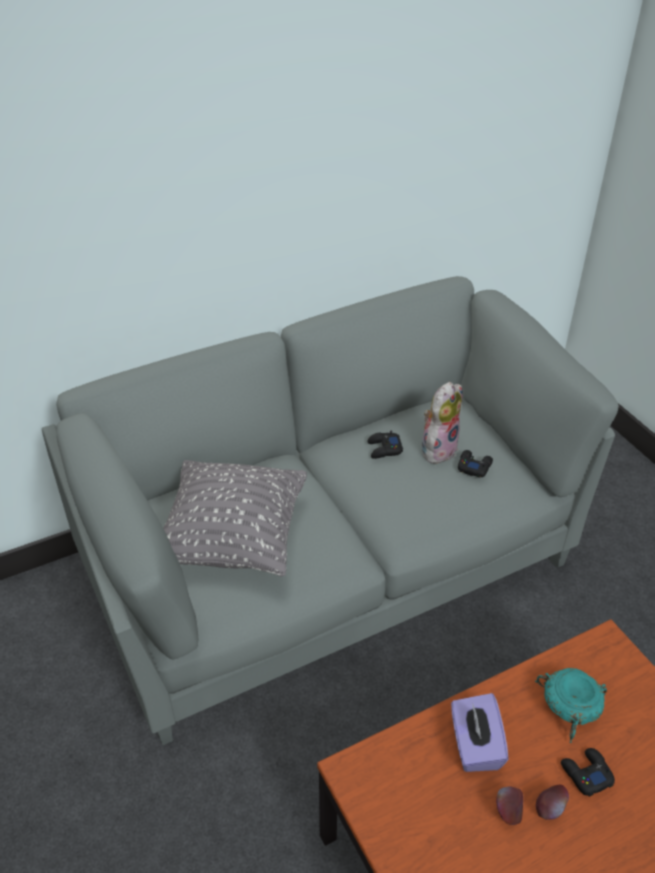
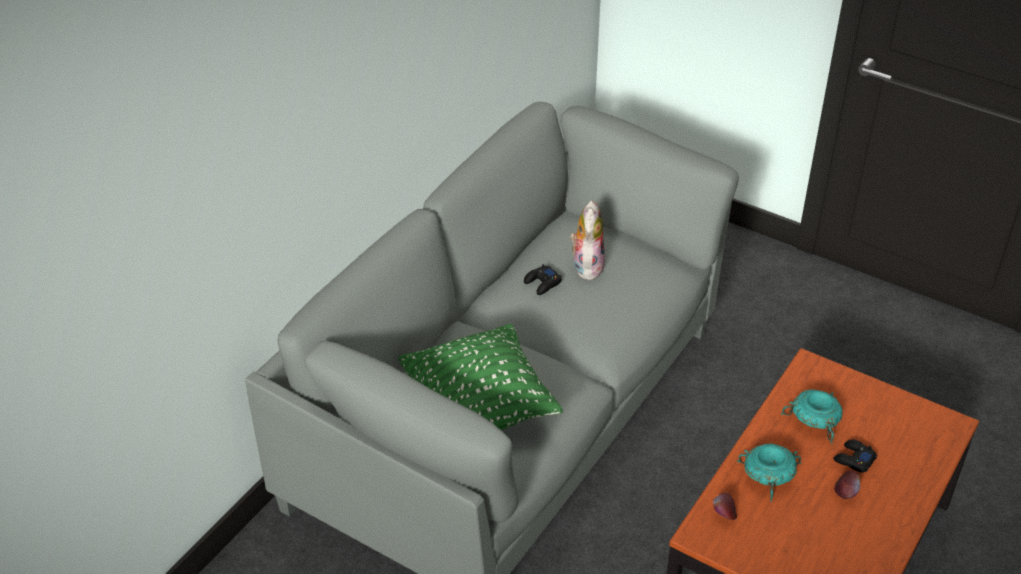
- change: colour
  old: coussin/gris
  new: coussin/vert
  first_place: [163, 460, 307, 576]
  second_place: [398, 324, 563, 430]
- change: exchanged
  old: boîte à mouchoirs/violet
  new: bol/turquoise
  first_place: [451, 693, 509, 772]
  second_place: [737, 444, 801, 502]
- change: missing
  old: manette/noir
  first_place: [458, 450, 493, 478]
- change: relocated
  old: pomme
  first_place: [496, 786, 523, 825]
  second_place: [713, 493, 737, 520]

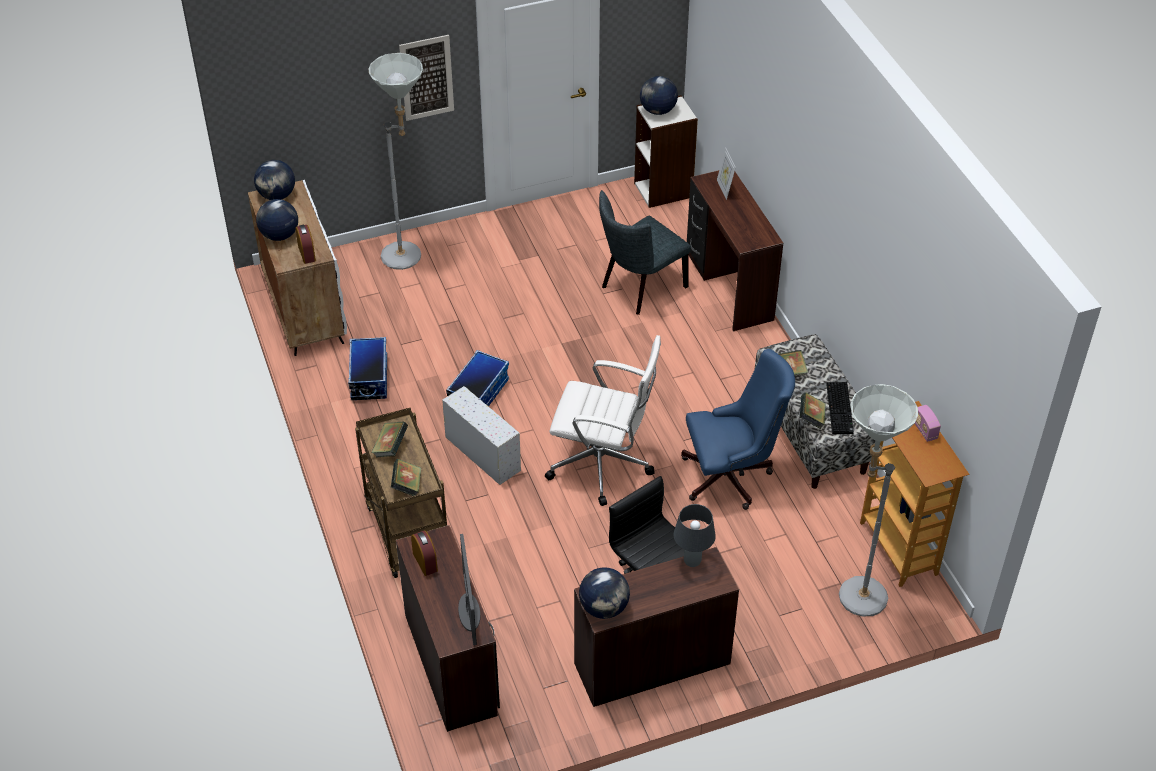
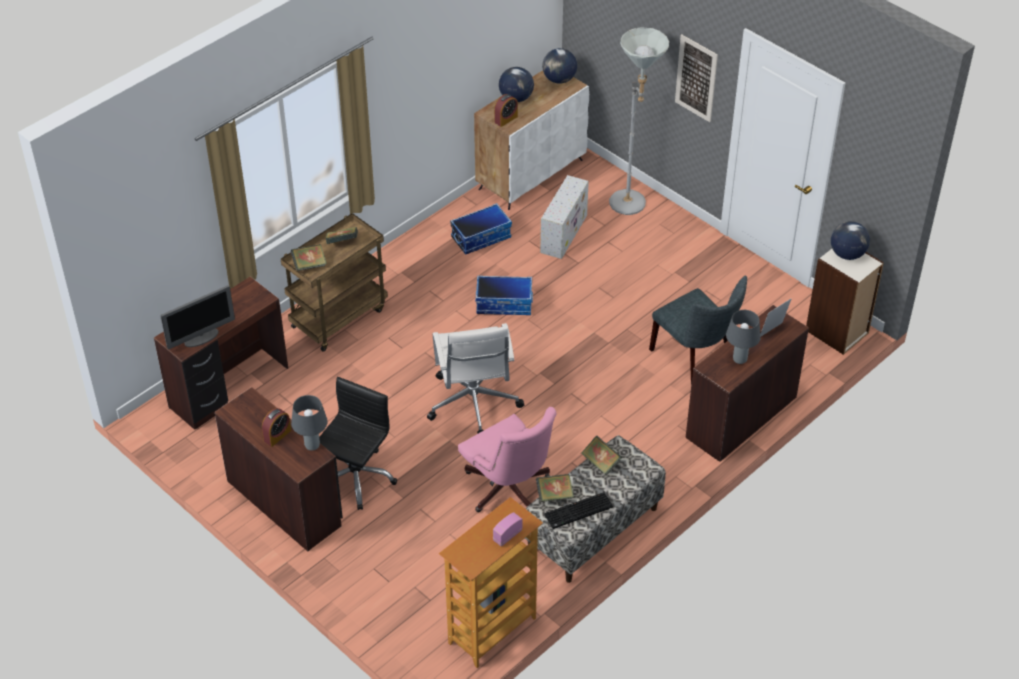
- change: relocated
  old: réveil
  first_place: [411, 530, 438, 576]
  second_place: [262, 408, 291, 447]
- change: relocated
  old: boîte de rangement/blanc
  first_place: [442, 386, 521, 485]
  second_place: [540, 175, 589, 259]
- change: missing
  old: globe
  first_place: [579, 567, 630, 619]
- change: spun
  old: chaise/gris
  first_place: [599, 190, 691, 315]
  second_place: [649, 276, 747, 384]
  degrees: -150
- change: colour
  old: chaise de bureau/bleu
  new: chaise de bureau/rose
  first_place: [681, 349, 795, 510]
  second_place: [458, 407, 557, 512]
- change: missing
  old: lampadaire/gris
  first_place: [839, 384, 918, 616]
- change: appeared
  new: lampe de table/gris
  second_place: [726, 310, 761, 364]

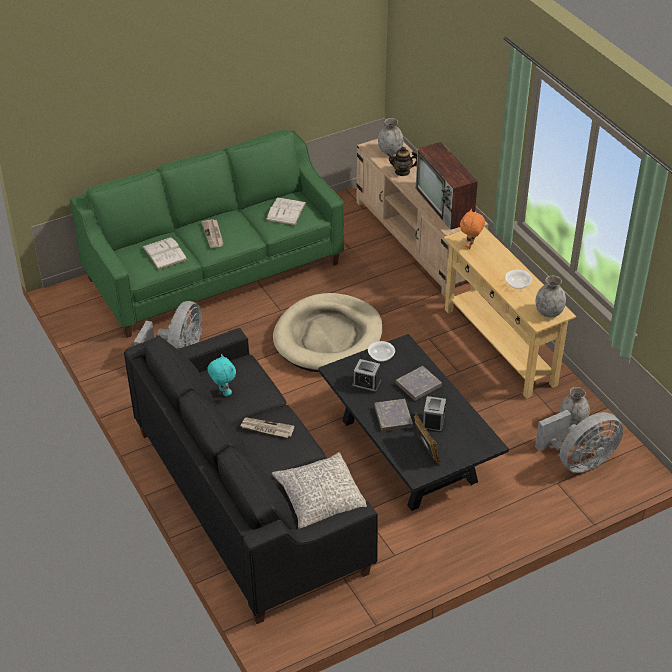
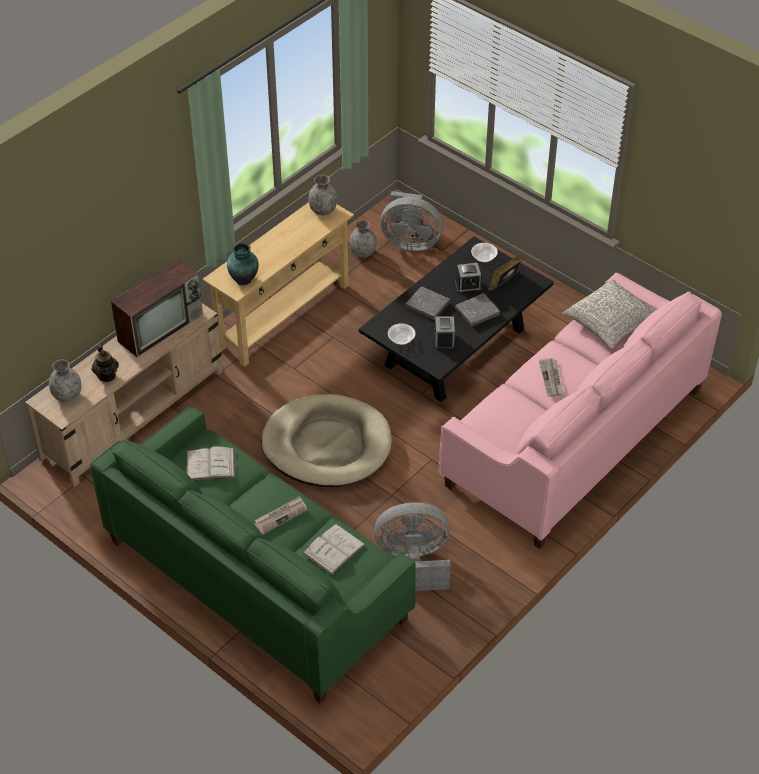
- change: colour
  old: canapé/noir
  new: canapé/rose
  first_place: [124, 328, 378, 624]
  second_place: [438, 273, 722, 549]
- change: missing
  old: peluche/turquoise
  first_place: [207, 354, 236, 396]
- change: exchanged
  old: peluche/orange
  new: vase
  first_place: [460, 209, 485, 249]
  second_place: [227, 243, 259, 285]
- change: relocated
  old: bol
  first_place: [505, 269, 532, 289]
  second_place: [471, 243, 498, 262]
- change: spun
  old: ventilateur/gris
  first_place: [535, 410, 623, 473]
  second_place: [381, 191, 443, 251]
  degrees: 150

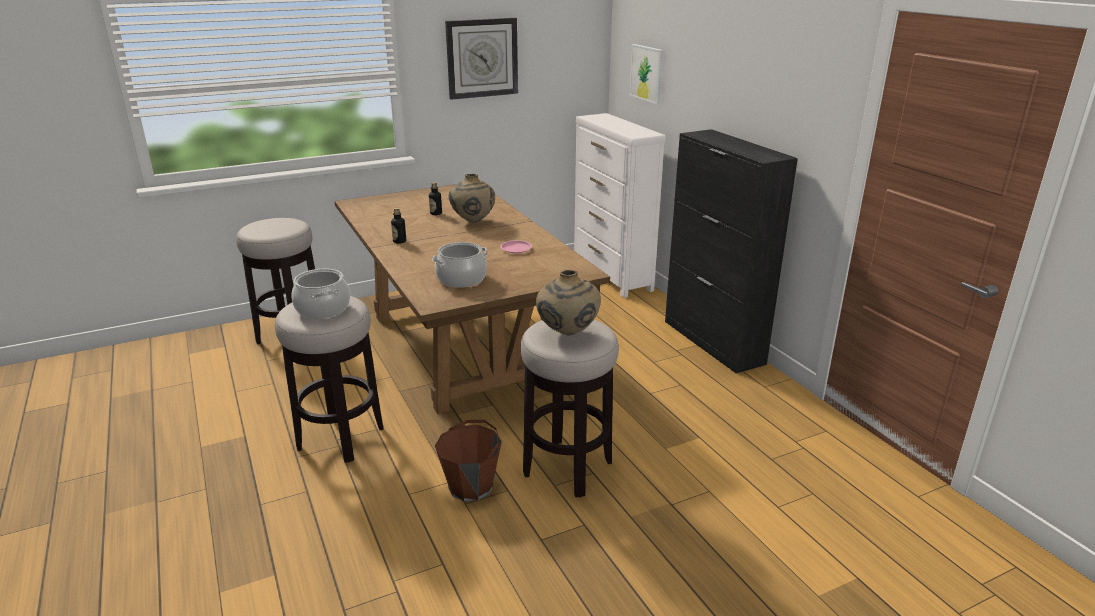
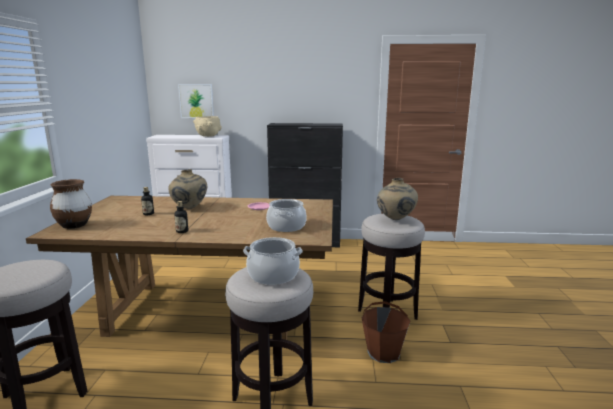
- change: missing
  old: horloge murale
  first_place: [445, 18, 518, 100]
- change: appeared
  new: vase/marron
  second_place: [50, 179, 92, 229]
- change: appeared
  new: bol/beige
  second_place: [193, 116, 222, 137]

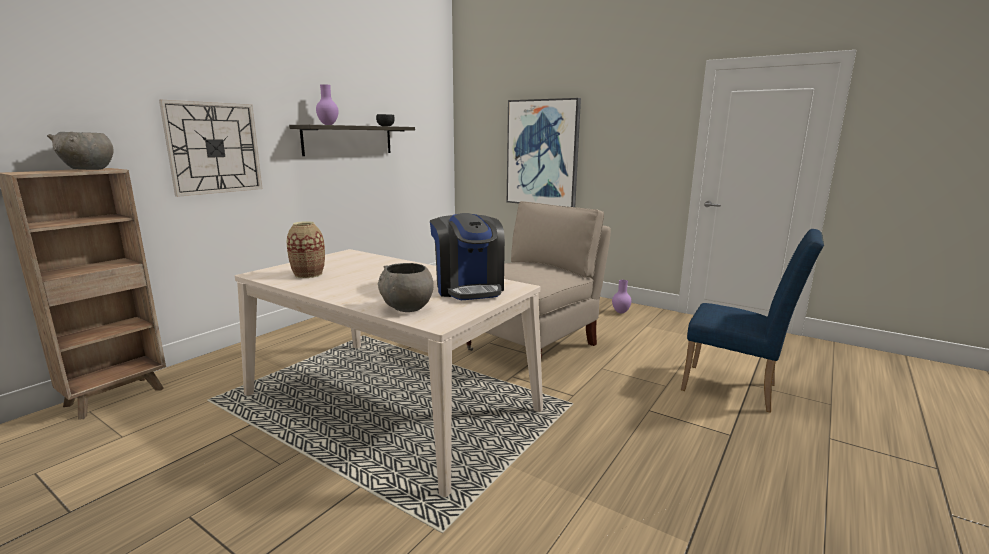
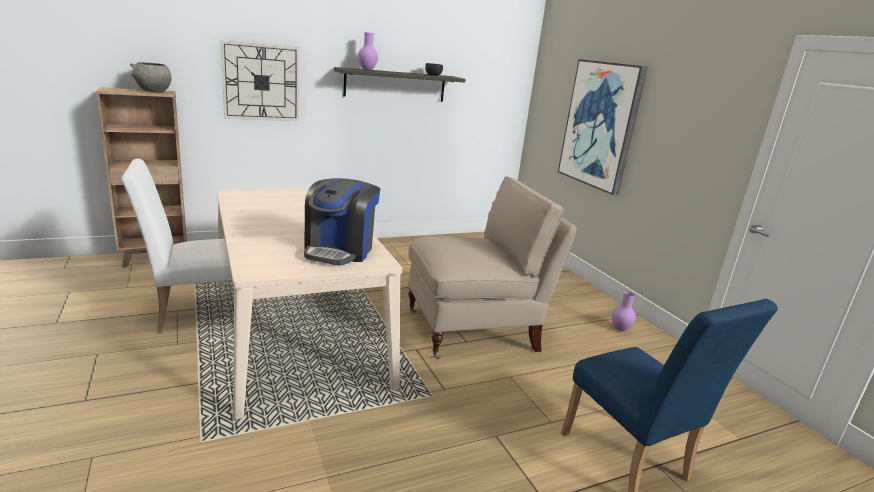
- change: missing
  old: vase
  first_place: [287, 221, 325, 278]
- change: missing
  old: bol/gris
  first_place: [378, 263, 434, 312]
- change: appeared
  new: chaise/blanc
  second_place: [121, 159, 234, 333]

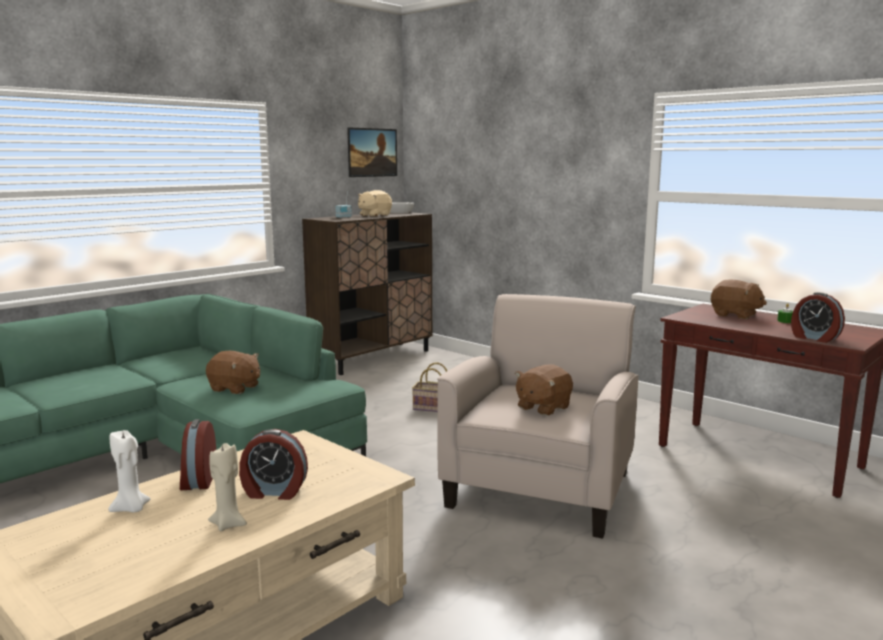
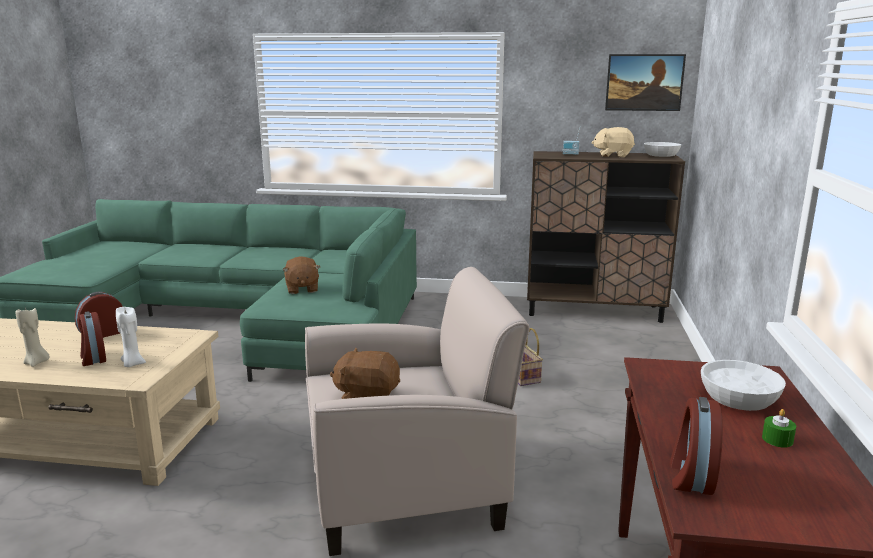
- change: relocated
  old: bougie/blanc
  first_place: [109, 430, 151, 512]
  second_place: [116, 307, 146, 367]
- change: exchanged
  old: peluche/marron
  new: bol/blanc
  first_place: [711, 280, 767, 319]
  second_place: [701, 360, 786, 411]

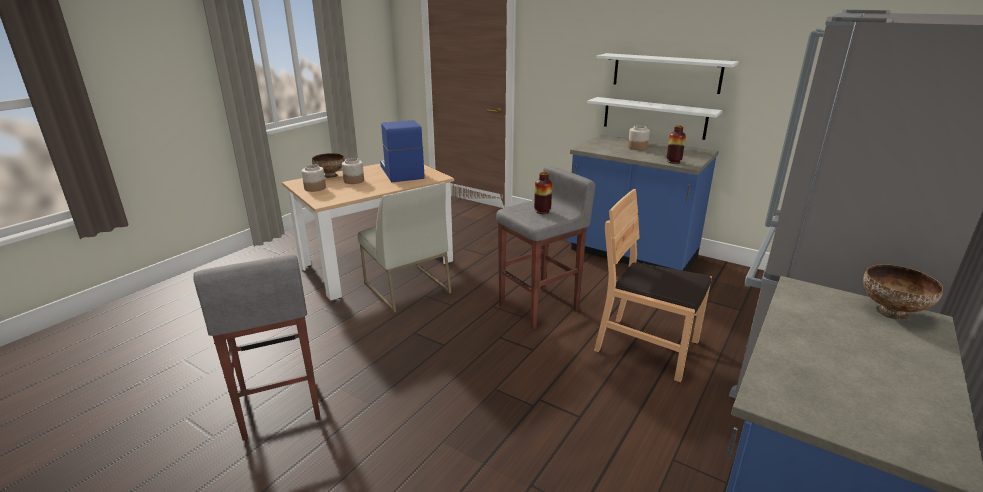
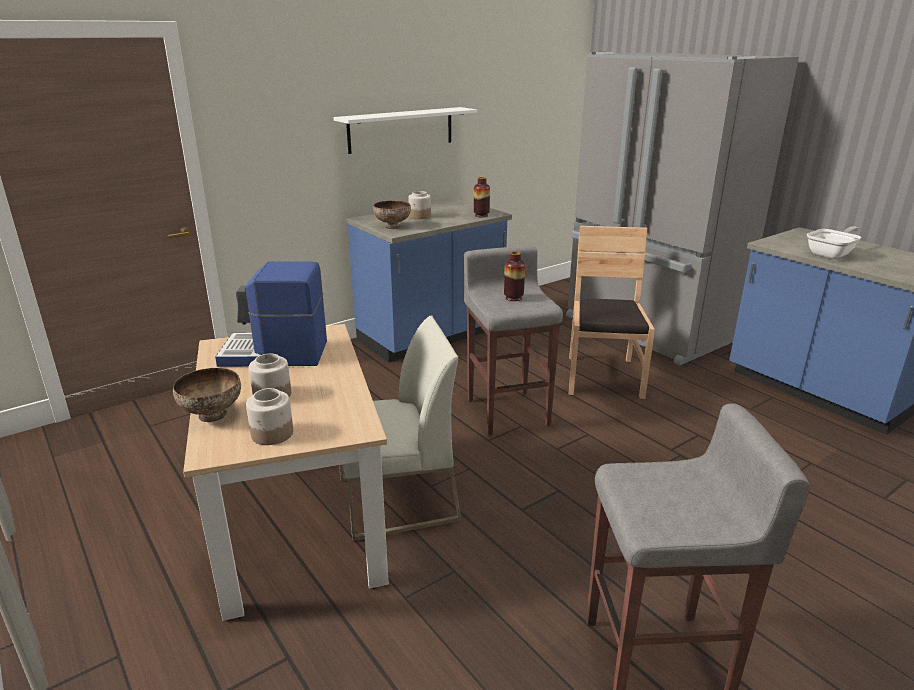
- change: missing
  old: étagère/blanc
  first_place: [587, 97, 723, 140]
- change: spun
  old: chaise/marron
  first_place: [594, 189, 712, 382]
  second_place: [569, 226, 655, 399]
  degrees: 135
- change: relocated
  old: bol
  first_place: [863, 264, 943, 320]
  second_place: [373, 200, 411, 229]
- change: appeared
  new: poêle
  second_place: [807, 226, 861, 259]

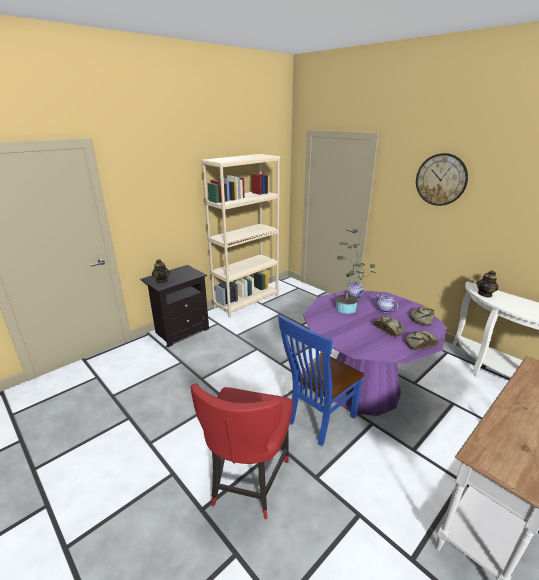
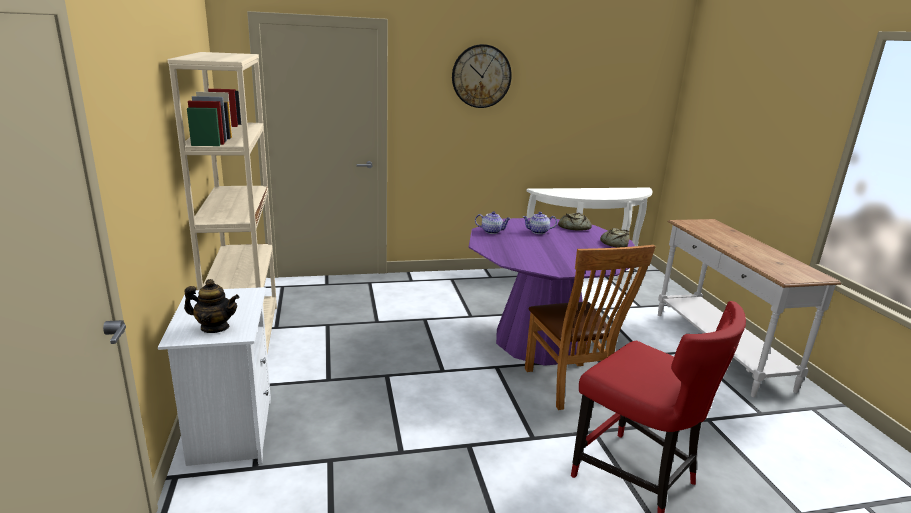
- change: colour
  old: table de chevet/noir
  new: table de chevet/blanc
  first_place: [140, 265, 209, 347]
  second_place: [158, 287, 271, 466]
- change: colour
  old: chaise/bleu
  new: chaise/marron
  first_place: [278, 315, 364, 446]
  second_place: [525, 245, 656, 410]
- change: missing
  old: plante en pot
  first_place: [335, 242, 376, 314]
- change: missing
  old: pain
  first_place: [373, 317, 404, 337]
- change: missing
  old: théière
  first_place: [477, 270, 499, 297]

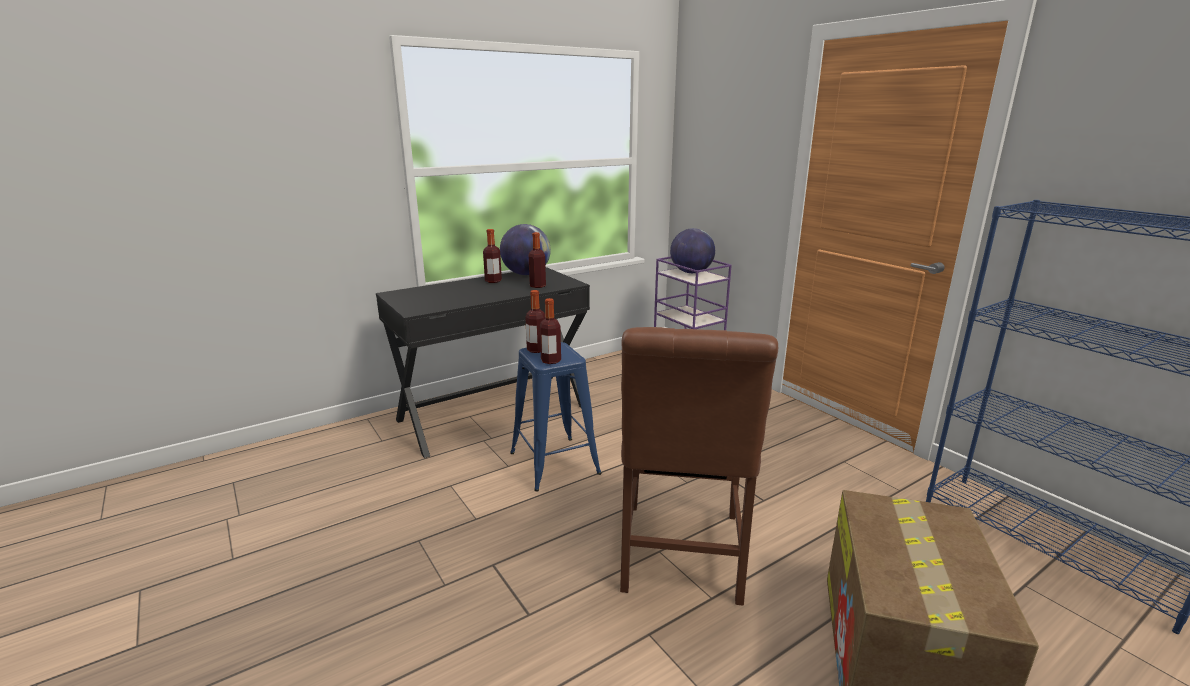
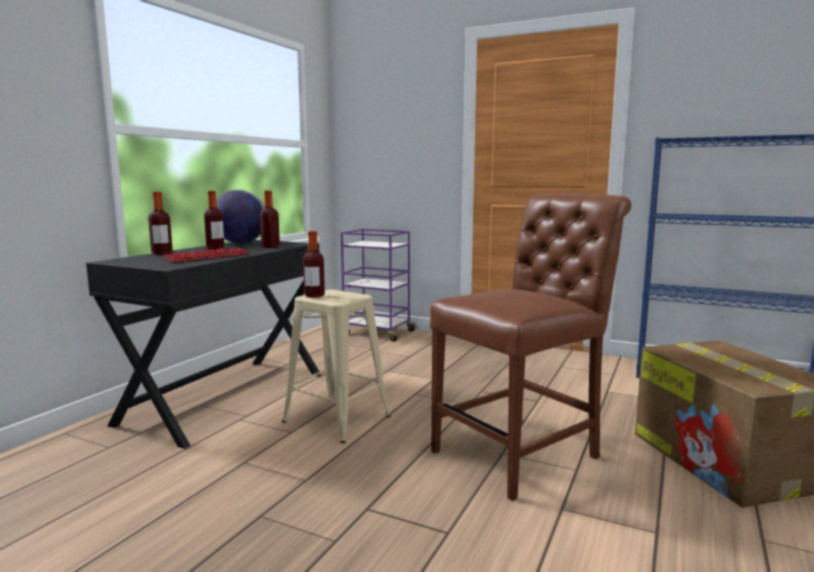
- change: colour
  old: tabouret/bleu
  new: tabouret/beige
  first_place: [510, 342, 602, 492]
  second_place: [282, 289, 391, 443]
- change: relocated
  old: bouteille
  first_place: [540, 298, 561, 364]
  second_place: [148, 192, 173, 254]
- change: spun
  old: chaise/marron
  first_place: [620, 327, 778, 605]
  second_place: [430, 193, 632, 501]
  degrees: -105
- change: missing
  old: globe
  first_place: [670, 228, 715, 273]
- change: appeared
  new: clavier
  second_place: [162, 248, 249, 263]

